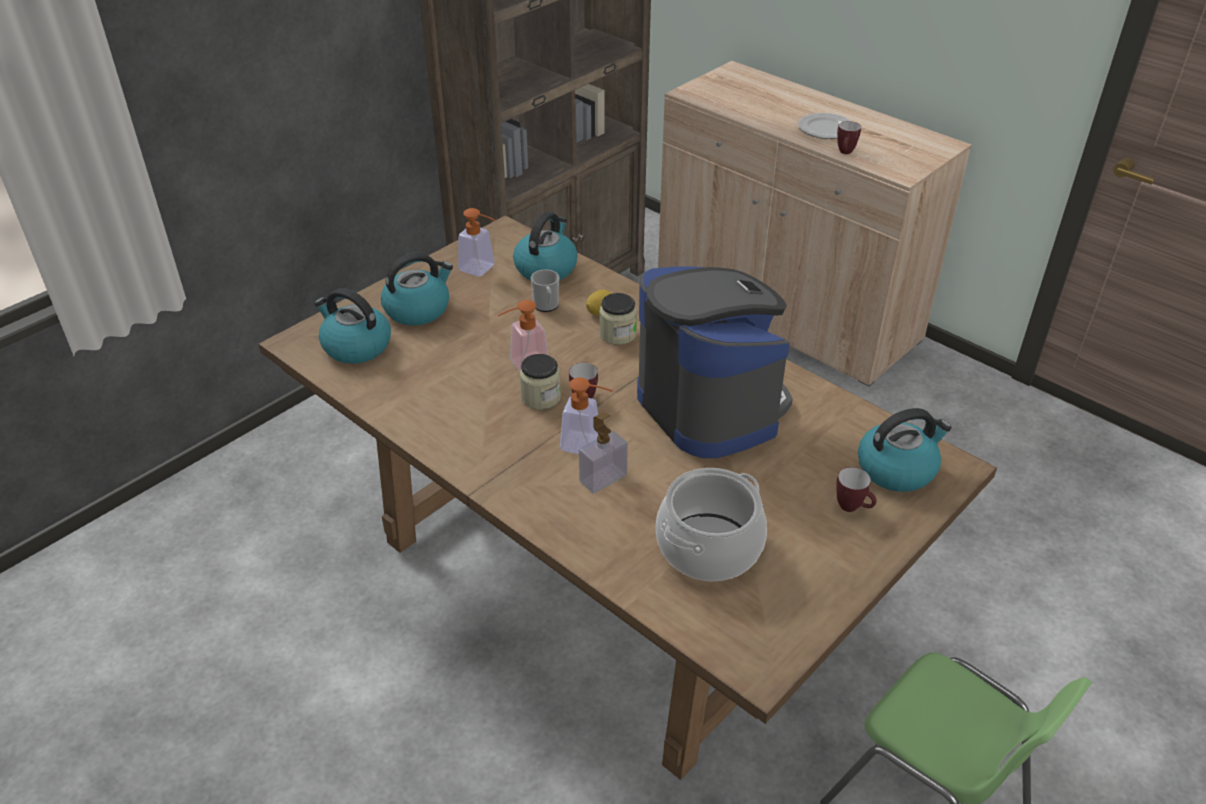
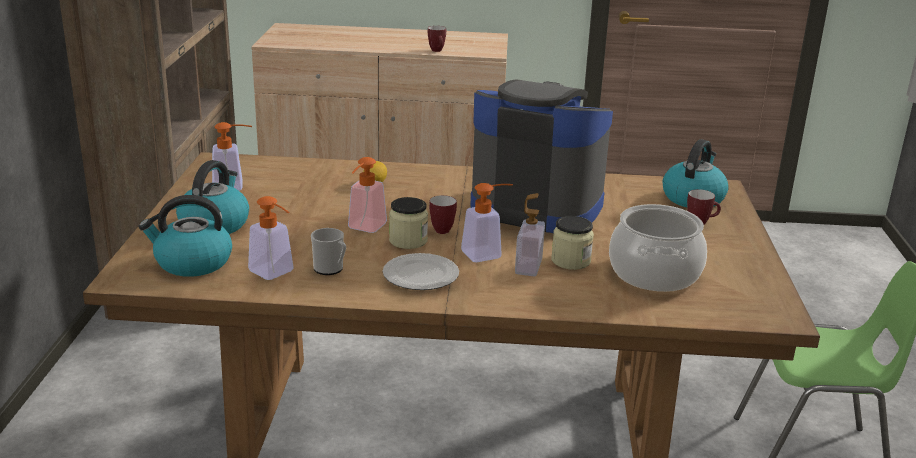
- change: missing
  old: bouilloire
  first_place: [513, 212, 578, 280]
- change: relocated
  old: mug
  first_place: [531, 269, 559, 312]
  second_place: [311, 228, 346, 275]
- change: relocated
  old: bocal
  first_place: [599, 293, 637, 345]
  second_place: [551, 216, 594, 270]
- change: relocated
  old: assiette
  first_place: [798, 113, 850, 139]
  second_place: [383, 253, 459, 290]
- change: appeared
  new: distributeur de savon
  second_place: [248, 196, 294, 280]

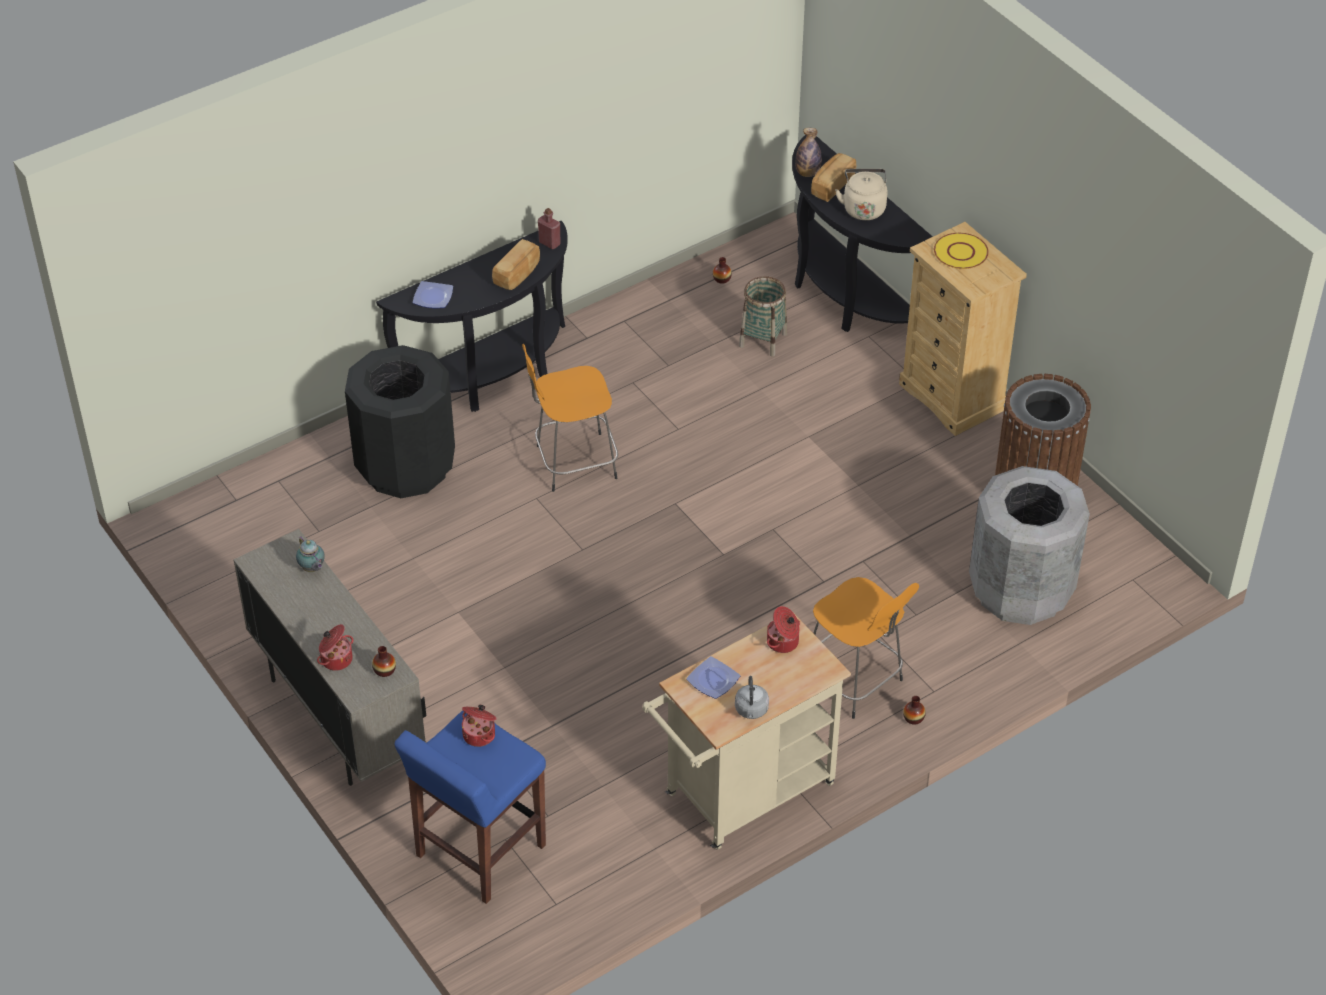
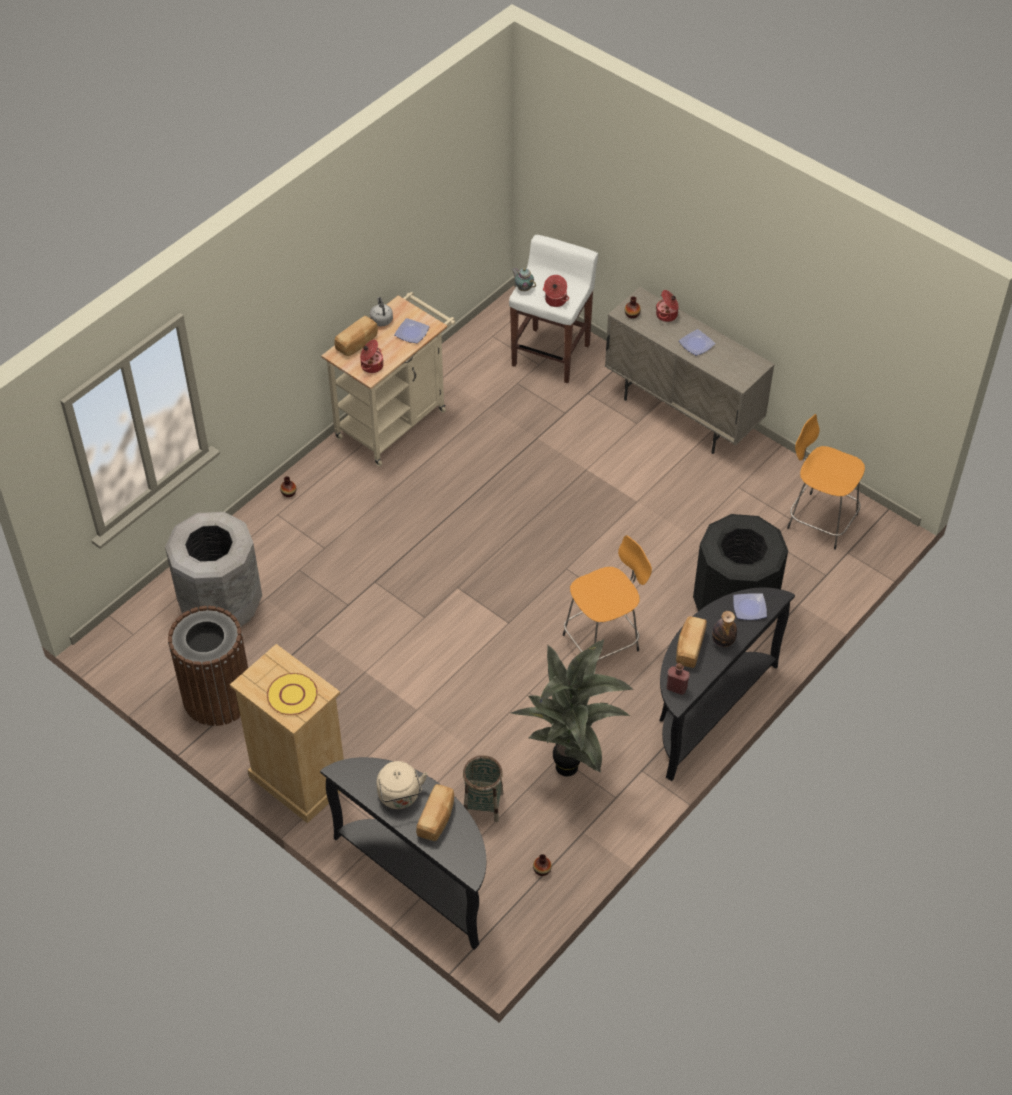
- change: relocated
  old: théière
  first_place: [296, 536, 325, 572]
  second_place: [511, 268, 536, 291]
- change: colour
  old: tabouret/bleu
  new: tabouret/blanc
  first_place: [394, 710, 546, 904]
  second_place: [509, 235, 598, 383]
- change: relocated
  old: bouteille
  first_place: [795, 128, 822, 177]
  second_place: [712, 611, 737, 647]
- change: relocated
  old: tabouret/orange
  first_place: [813, 577, 919, 719]
  second_place: [787, 414, 865, 550]
- change: appeared
  new: pain
  second_place: [334, 316, 378, 356]
- change: appeared
  new: plante en pot
  second_place: [511, 639, 634, 776]
- change: appeared
  new: assiette
  second_place: [679, 329, 715, 356]

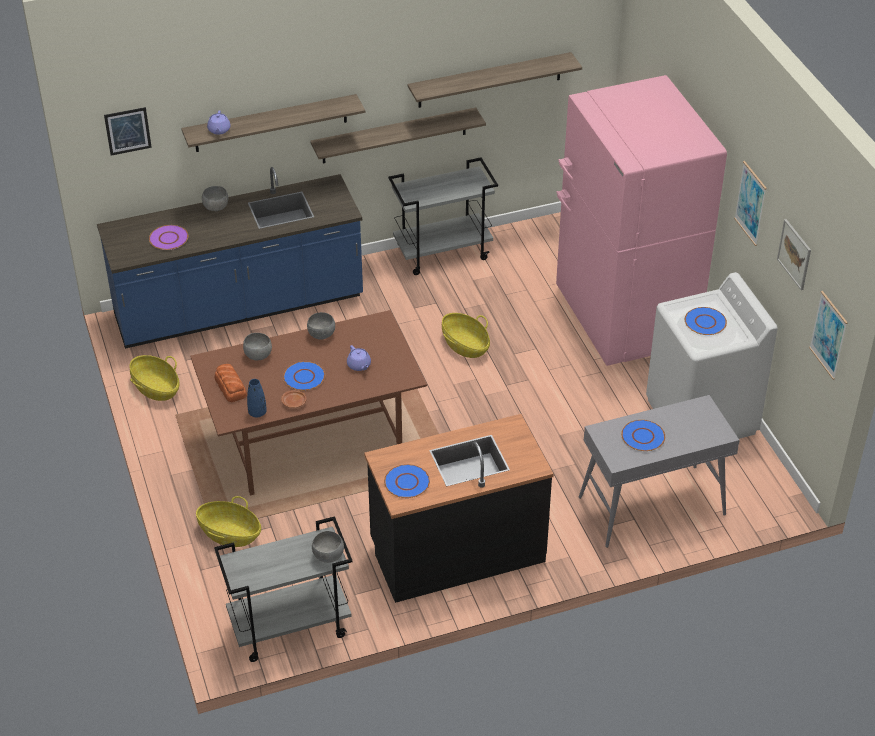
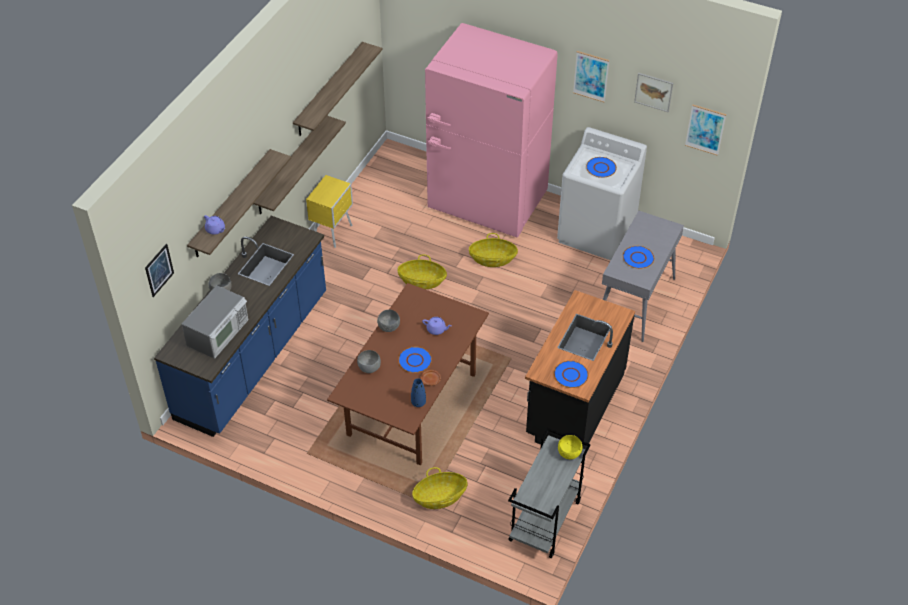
- change: relocated
  old: panier
  first_place: [130, 355, 180, 401]
  second_place: [469, 233, 518, 267]
- change: exchanged
  old: assiette/violet
  new: micro-ondes
  first_place: [149, 225, 188, 250]
  second_place: [182, 285, 249, 359]
- change: missing
  old: pain
  first_place: [215, 364, 247, 402]
- change: colour
  old: bol/gris
  new: bol/jaune
  first_place: [312, 531, 344, 563]
  second_place: [558, 435, 582, 459]
- change: exchanged
  old: chariot/gris
  new: table de chevet/jaune
  first_place: [388, 157, 498, 275]
  second_place: [306, 175, 353, 248]

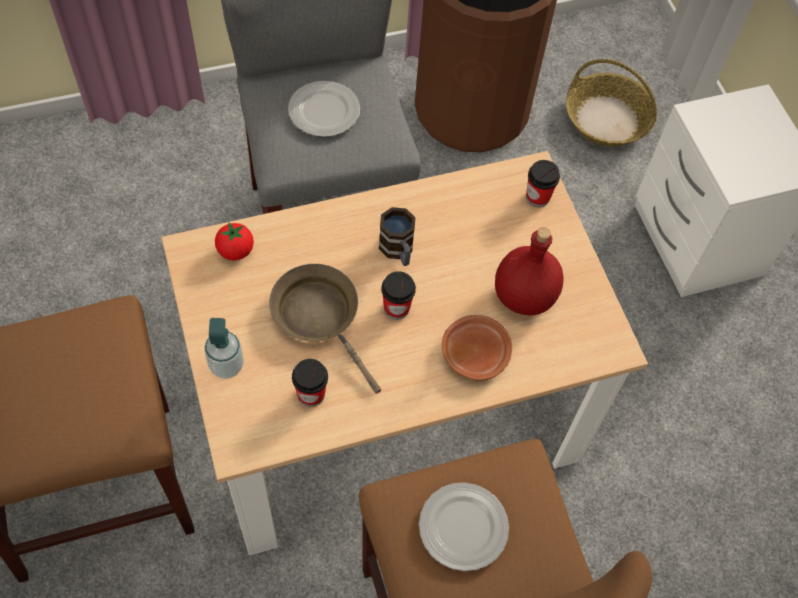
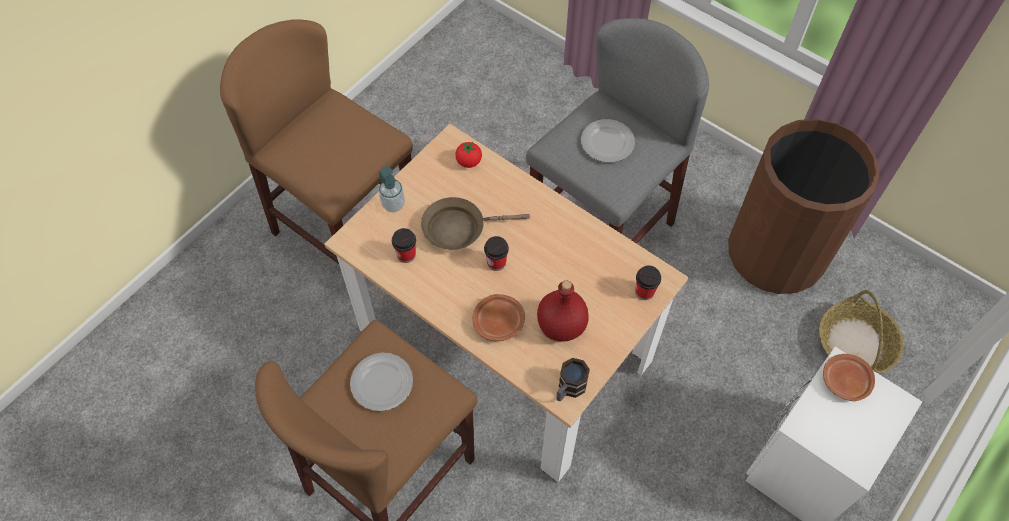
- change: spun
  old: poêle/marron
  first_place: [269, 264, 381, 394]
  second_place: [421, 197, 530, 250]
  degrees: -120
- change: relocated
  old: mug
  first_place: [379, 207, 415, 266]
  second_place: [557, 358, 590, 401]
- change: appeared
  new: assiette/marron
  second_place: [823, 354, 875, 401]

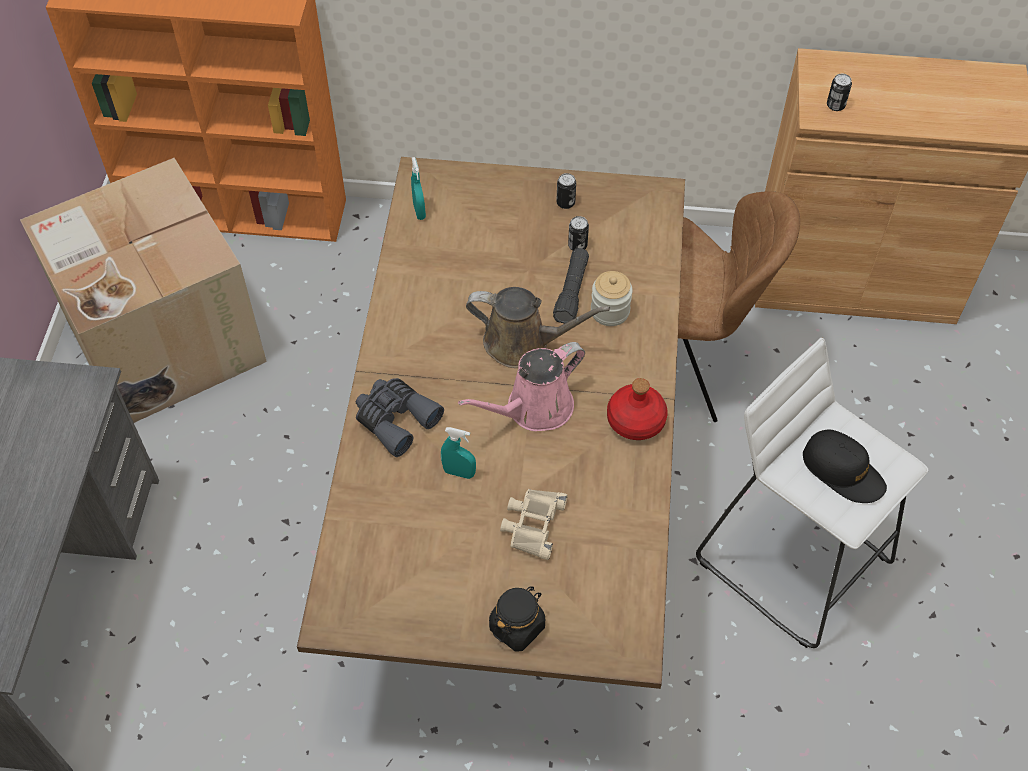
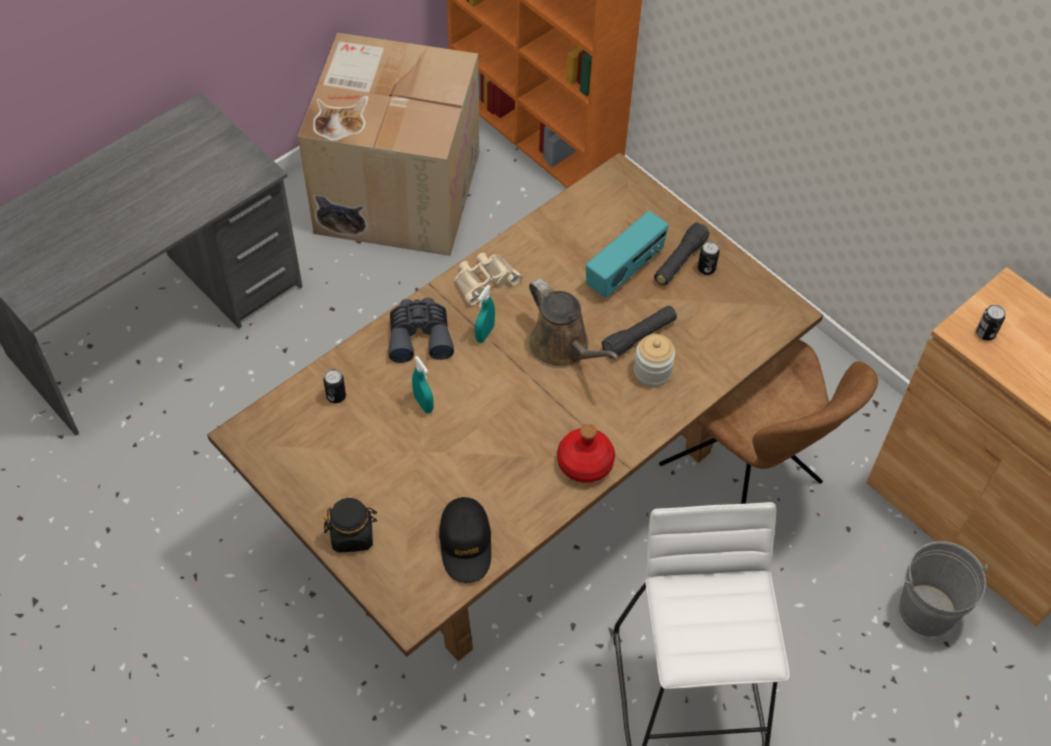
- change: relocated
  old: vaporisateur/turquoise
  first_place: [411, 157, 426, 220]
  second_place: [475, 285, 495, 343]
- change: missing
  old: arrosoir/rose
  first_place: [458, 342, 585, 431]
- change: relocated
  old: jumelles/beige
  first_place: [500, 489, 568, 560]
  second_place: [454, 252, 522, 306]
- change: relocated
  old: boîte métallique
  first_place: [568, 216, 589, 251]
  second_place: [323, 369, 346, 403]
- change: relocated
  old: casquette/noir
  first_place: [803, 430, 887, 503]
  second_place: [439, 497, 491, 583]
- change: appeared
  new: radio
  second_place: [586, 211, 669, 298]
- change: appeared
  new: lampe de poche/noir
  second_place: [654, 223, 709, 286]
- change: appeared
  new: seau/gris
  second_place: [899, 541, 988, 637]

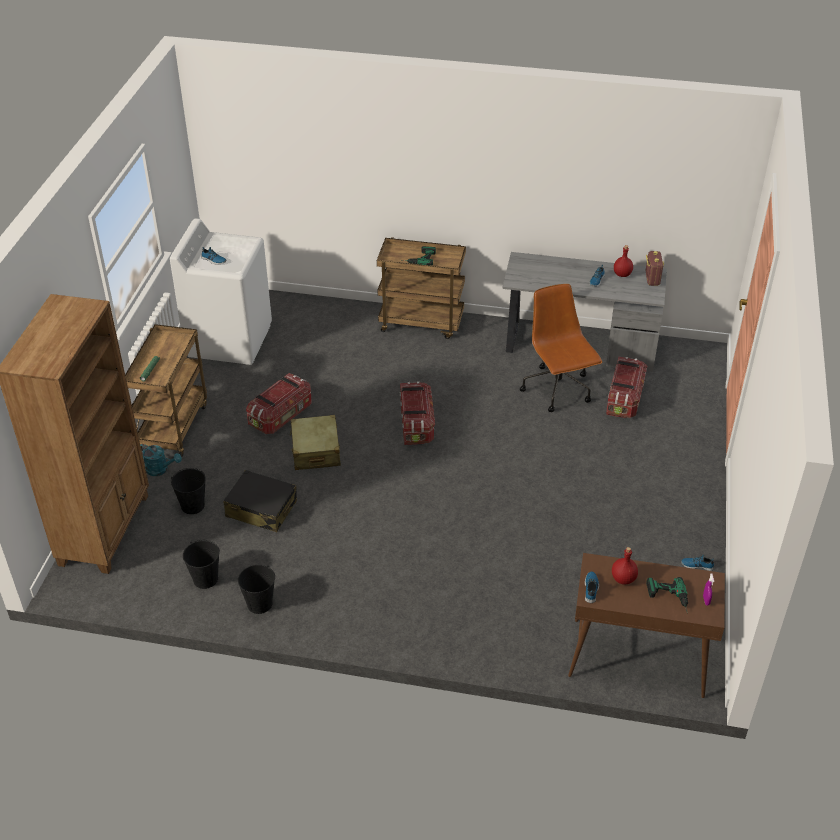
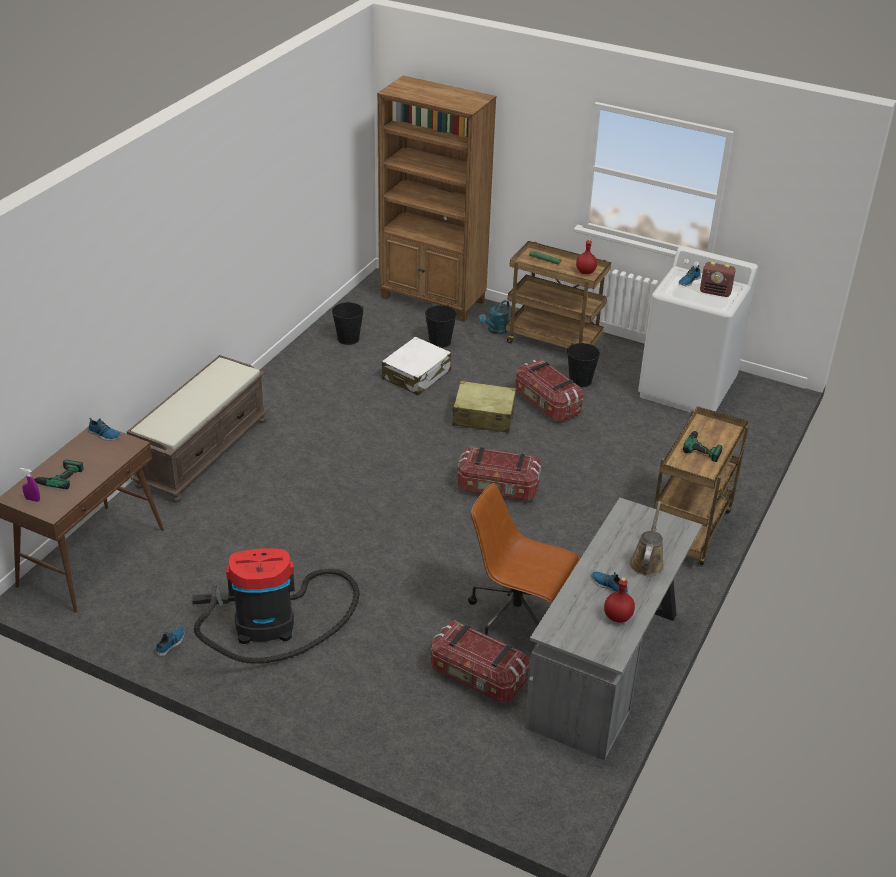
- change: colour
  old: valise/noir
  new: valise/blanc
  first_place: [224, 470, 297, 532]
  second_place: [382, 337, 451, 395]
- change: relocated
  old: seau/noir
  first_place: [238, 565, 275, 614]
  second_place: [567, 343, 600, 387]
- change: spun
  old: chaise de bureau/marron
  first_place: [520, 284, 602, 412]
  second_place: [468, 483, 580, 636]
  degrees: -150
- change: relocated
  old: bouteille/rouge
  first_place: [612, 547, 638, 584]
  second_place: [576, 239, 597, 274]
- change: relocated
  old: radio
  first_place: [646, 251, 664, 286]
  second_place: [700, 262, 735, 297]
- change: appeared
  new: banc/marron
  second_place: [127, 355, 268, 502]
- change: appeared
  new: aspirateur
  second_place: [192, 549, 359, 664]
- change: appeared
  new: arrosoir/marron
  second_place: [630, 501, 664, 576]

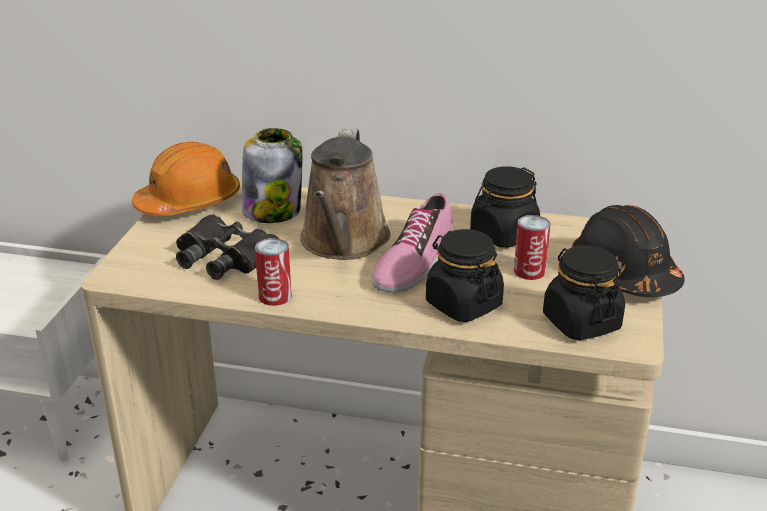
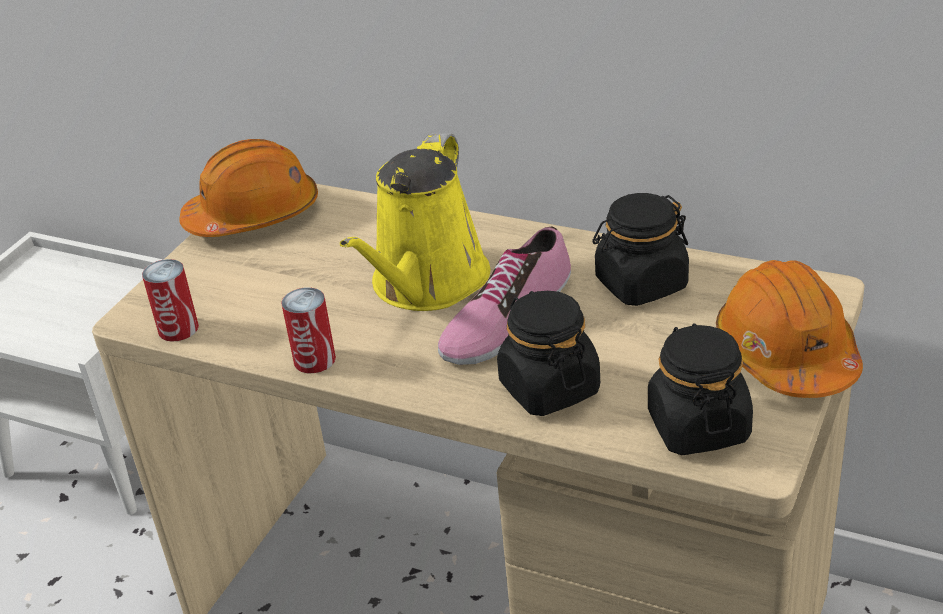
- change: missing
  old: jumelles/noir
  first_place: [176, 214, 279, 280]
- change: missing
  old: bocal
  first_place: [242, 128, 303, 223]
- change: colour
  old: arrosoir/marron
  new: arrosoir/jaune
  first_place: [300, 129, 391, 260]
  second_place: [340, 133, 490, 311]
- change: relocated
  old: boîte métallique
  first_place: [514, 215, 550, 280]
  second_place: [142, 259, 199, 342]
- change: colour
  old: casque de chantier/noir
  new: casque de chantier/orange
  first_place: [572, 205, 685, 297]
  second_place: [716, 260, 863, 398]

